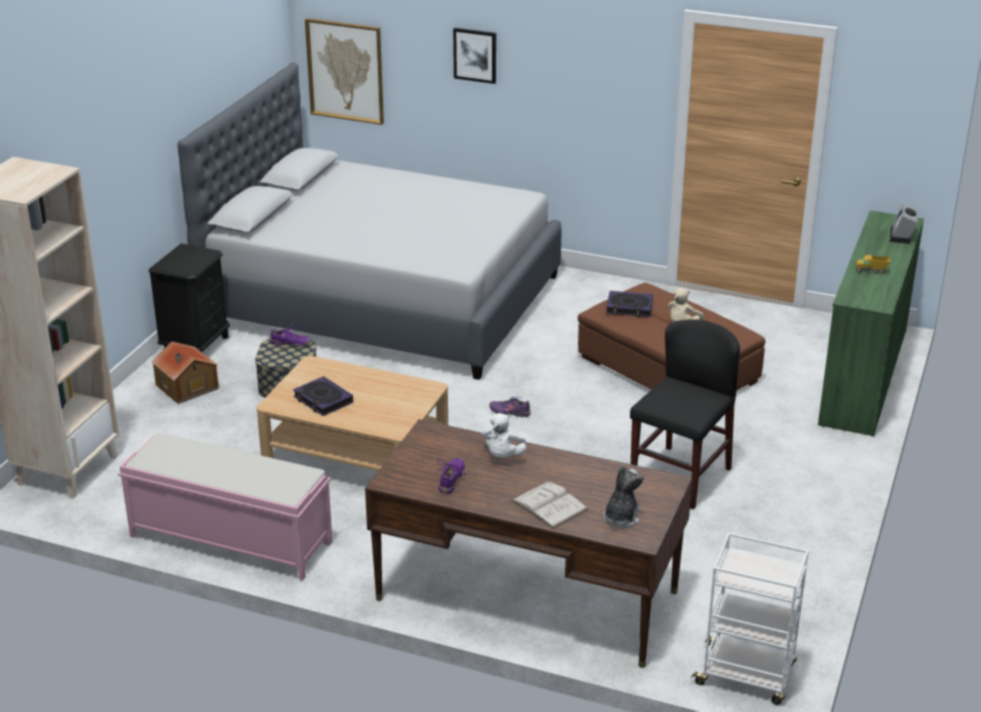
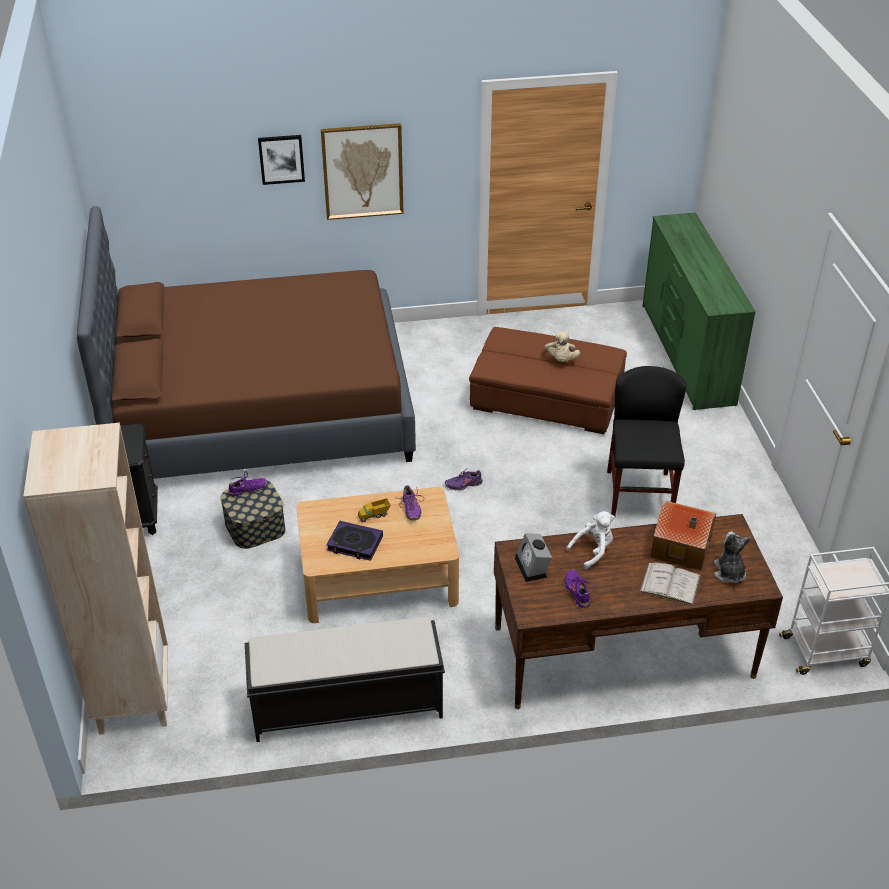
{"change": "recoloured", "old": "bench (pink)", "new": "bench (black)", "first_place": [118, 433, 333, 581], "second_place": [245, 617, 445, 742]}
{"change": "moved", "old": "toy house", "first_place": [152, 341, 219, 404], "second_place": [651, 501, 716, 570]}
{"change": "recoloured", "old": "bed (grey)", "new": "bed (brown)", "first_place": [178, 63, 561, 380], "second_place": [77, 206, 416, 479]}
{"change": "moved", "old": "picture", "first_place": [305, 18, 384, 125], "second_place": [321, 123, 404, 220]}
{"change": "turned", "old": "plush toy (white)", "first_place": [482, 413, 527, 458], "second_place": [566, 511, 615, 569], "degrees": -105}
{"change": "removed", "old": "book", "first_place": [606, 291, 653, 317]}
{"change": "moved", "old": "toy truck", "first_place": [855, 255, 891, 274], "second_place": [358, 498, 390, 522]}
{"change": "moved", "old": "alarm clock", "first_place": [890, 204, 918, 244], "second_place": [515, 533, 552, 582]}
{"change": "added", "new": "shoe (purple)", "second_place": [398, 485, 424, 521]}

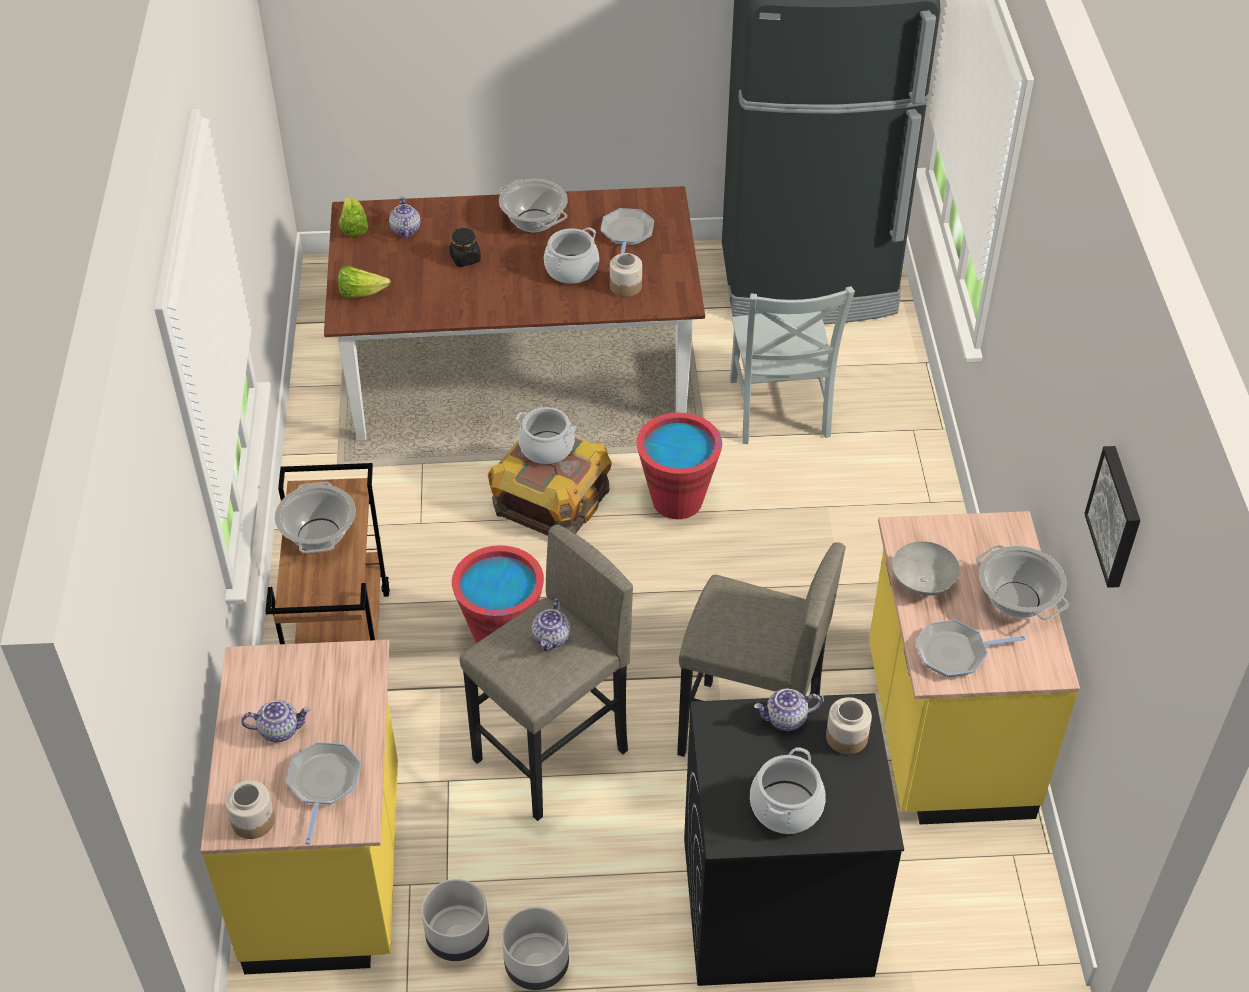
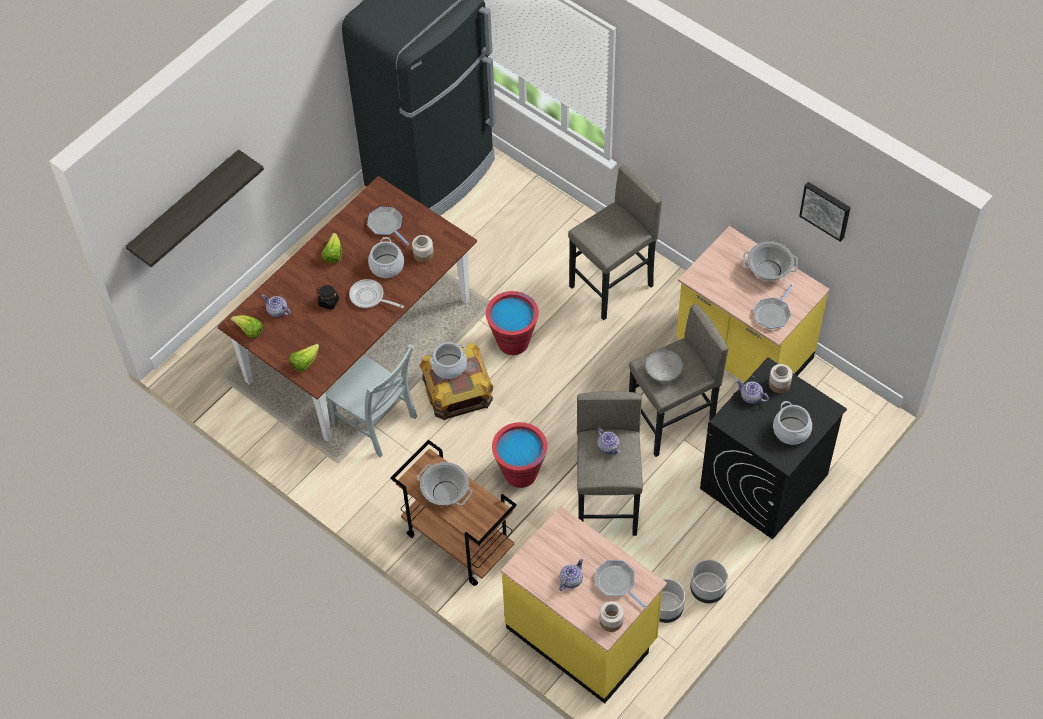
{"change": "replaced", "old": "cooking pot", "new": "lettuce", "first_place": [499, 179, 568, 233], "second_place": [321, 233, 342, 263]}
{"change": "moved", "old": "chair (grey)", "first_place": [730, 286, 855, 444], "second_place": [326, 344, 417, 457]}
{"change": "turned", "old": "teapot", "first_place": [754, 689, 821, 731], "second_place": [736, 380, 769, 404], "degrees": 90}
{"change": "moved", "old": "bowl (grey)", "first_place": [892, 541, 960, 596], "second_place": [646, 350, 683, 382]}
{"change": "added", "new": "shelf", "second_place": [126, 149, 264, 267]}
{"change": "added", "new": "frying pan", "second_place": [349, 279, 404, 308]}
{"change": "added", "new": "stool (grey)", "second_place": [568, 165, 662, 320]}

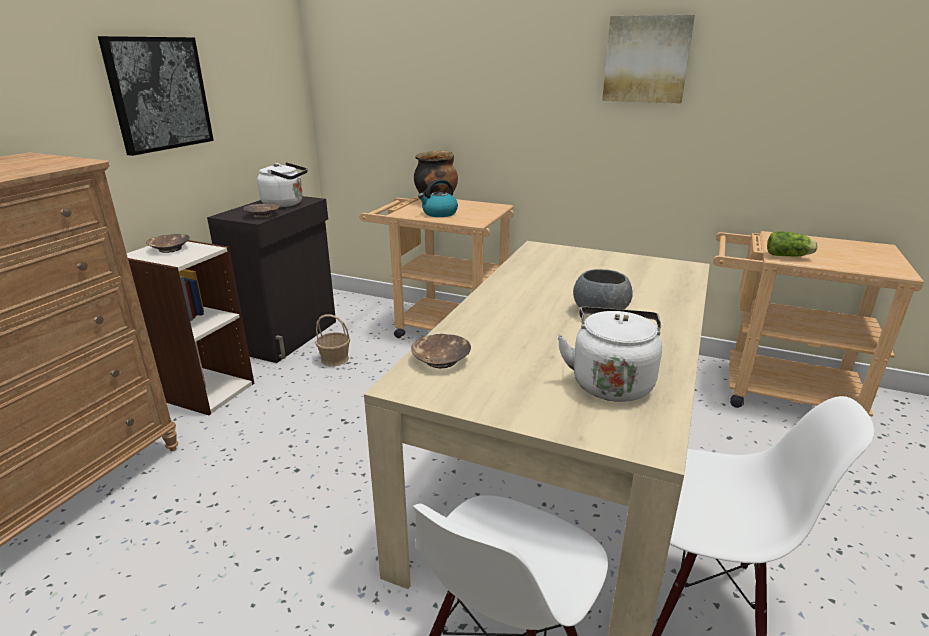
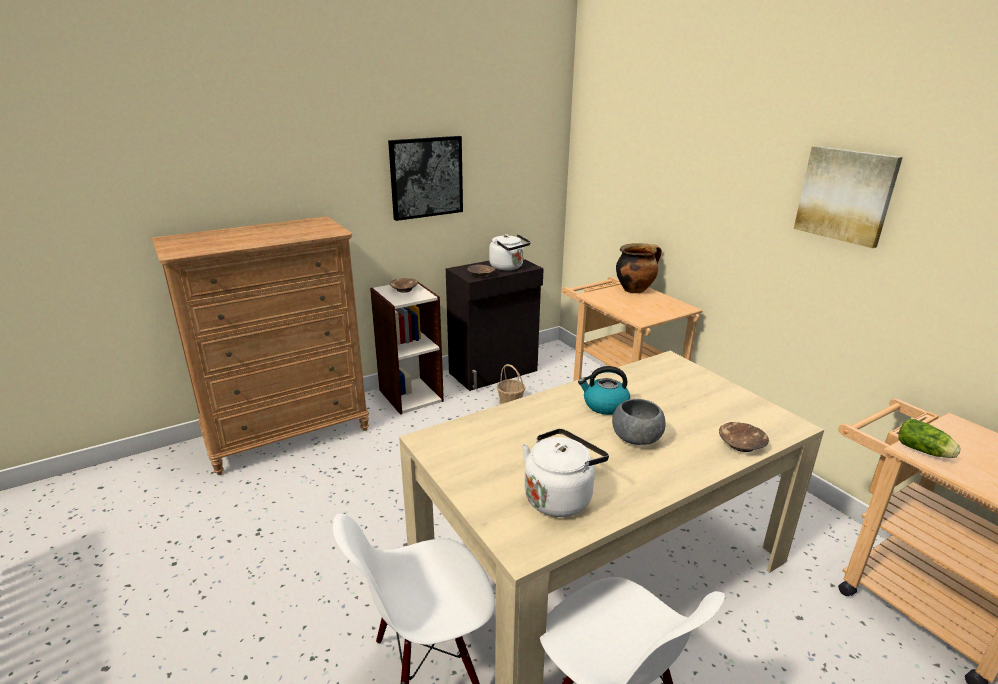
{"change": "moved", "old": "bowl (brown)", "first_place": [411, 334, 471, 368], "second_place": [719, 422, 769, 452]}
{"change": "moved", "old": "kettle", "first_place": [418, 179, 458, 217], "second_place": [578, 366, 630, 415]}

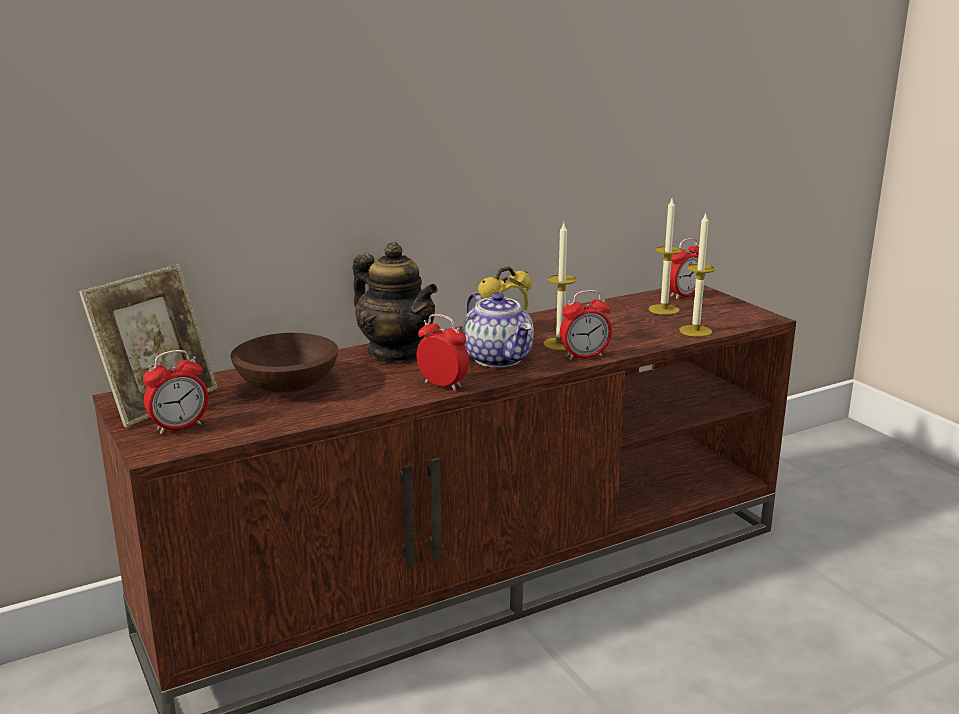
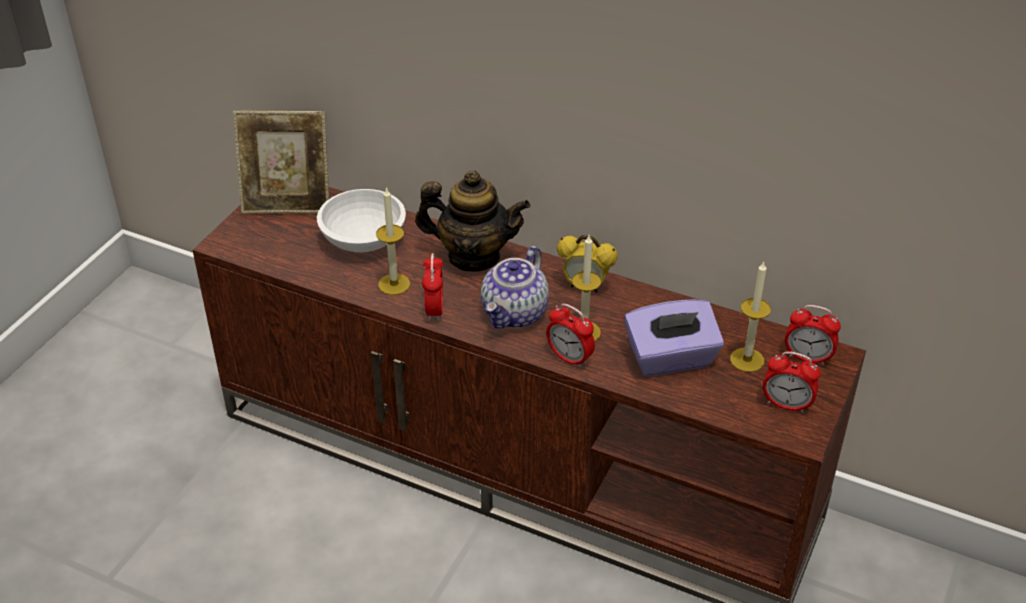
{"change": "moved", "old": "alarm clock", "first_place": [143, 350, 208, 434], "second_place": [763, 351, 820, 413]}
{"change": "recoloured", "old": "bowl (brown)", "new": "bowl (white)", "first_place": [230, 333, 338, 393], "second_place": [317, 189, 406, 252]}
{"change": "turned", "old": "teapot", "first_place": [353, 242, 438, 361], "second_place": [415, 170, 530, 272], "degrees": -90}
{"change": "moved", "old": "candle", "first_place": [679, 213, 715, 337], "second_place": [376, 187, 410, 295]}
{"change": "added", "new": "tissue box (purple)", "second_place": [624, 299, 724, 376]}

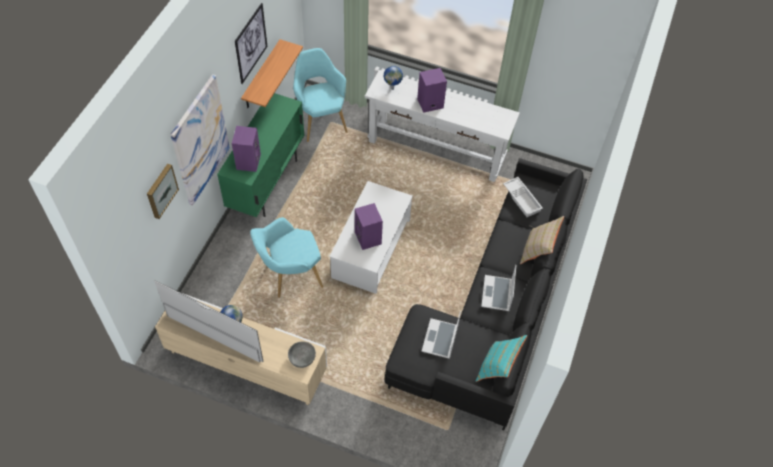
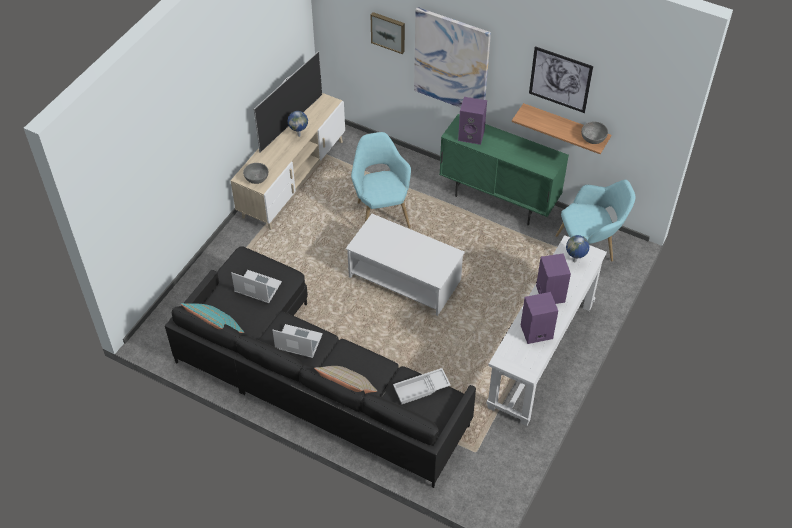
{"change": "moved", "old": "speaker (purple)", "first_place": [355, 203, 383, 250], "second_place": [521, 292, 558, 344]}
{"change": "added", "new": "bowl (grey)", "second_place": [581, 121, 608, 144]}

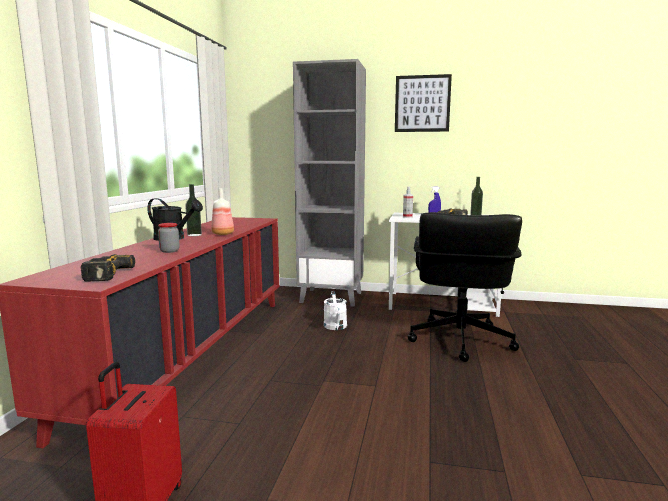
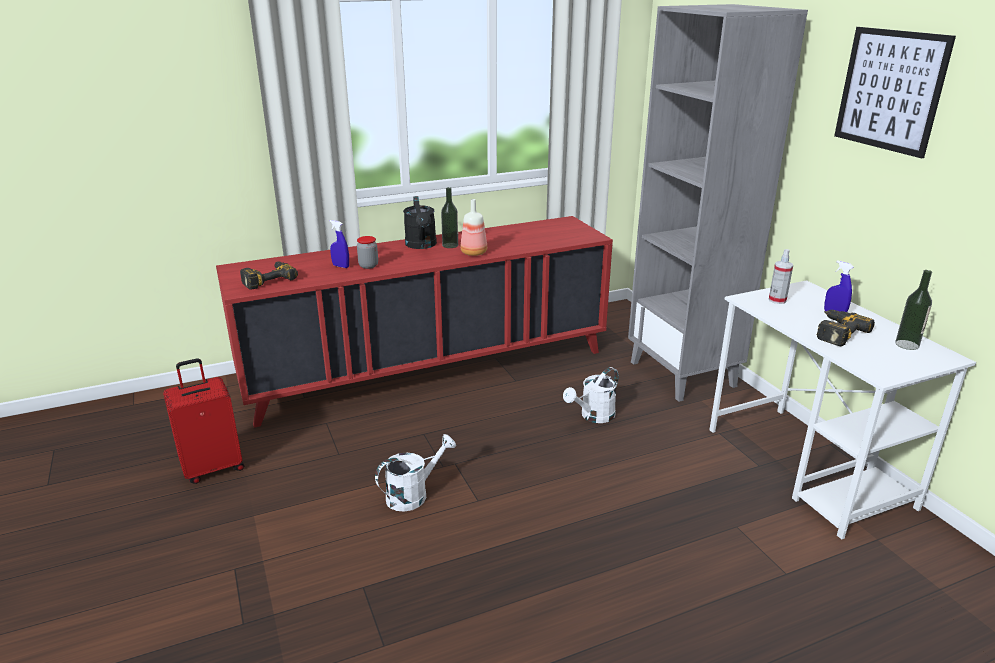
{"change": "removed", "old": "office chair (black)", "first_place": [408, 212, 522, 362]}
{"change": "added", "new": "spray bottle (blue)", "second_place": [329, 220, 349, 268]}
{"change": "added", "new": "watering can (white)", "second_place": [375, 434, 456, 512]}

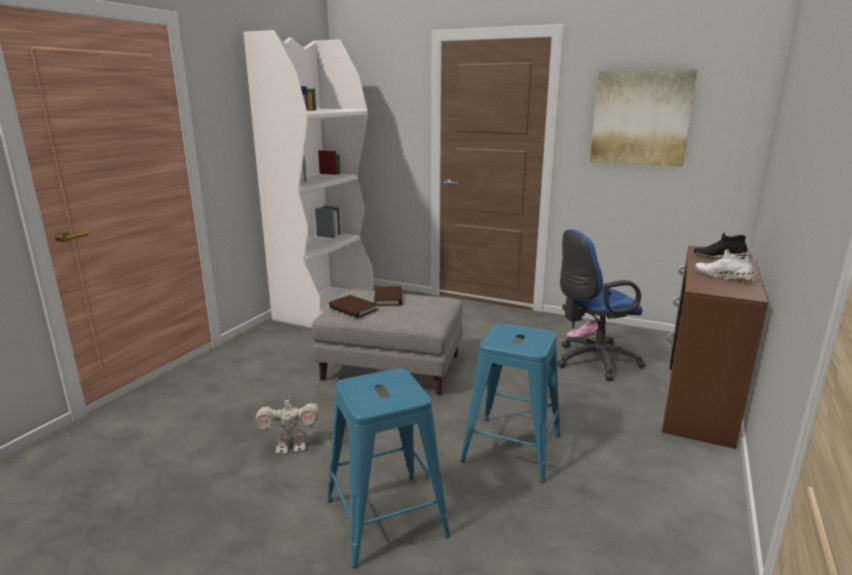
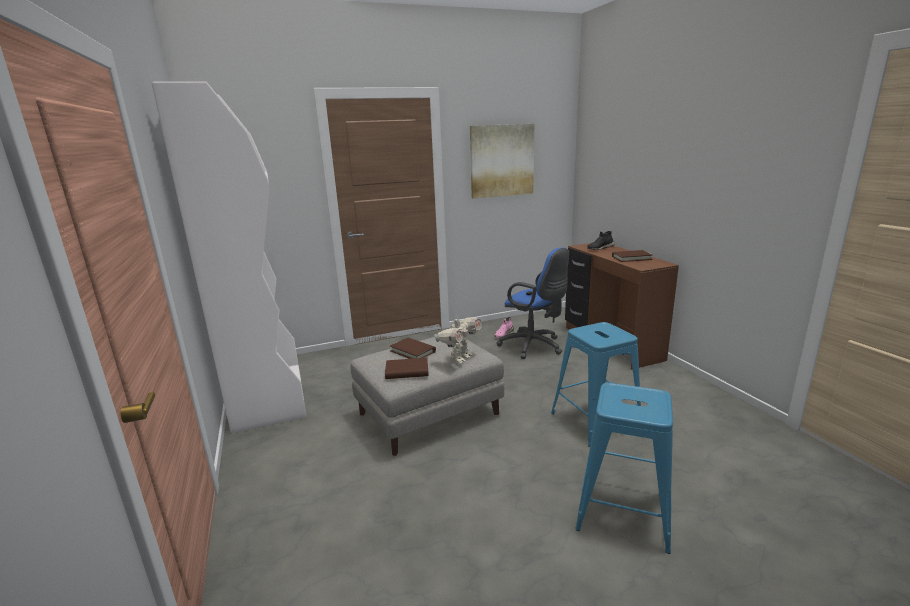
{"change": "moved", "old": "toy robot", "first_place": [255, 395, 319, 454], "second_place": [434, 314, 482, 363]}
{"change": "turned", "old": "office chair (blue)", "first_place": [557, 229, 645, 381], "second_place": [497, 247, 569, 359], "degrees": -75}
{"change": "replaced", "old": "shoe (white)", "new": "book (brown)", "first_place": [695, 249, 756, 282], "second_place": [612, 250, 652, 262]}

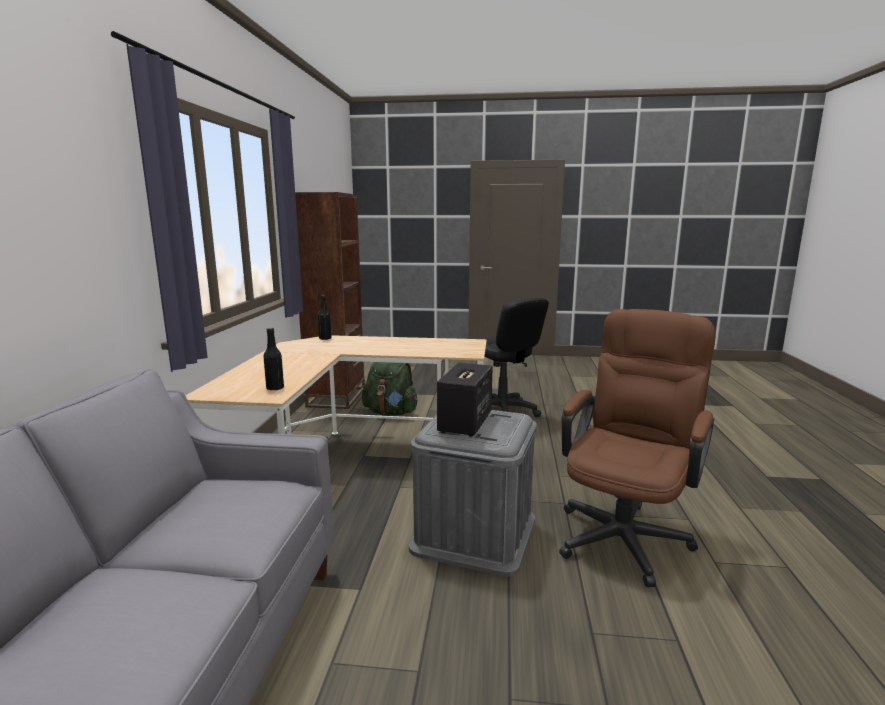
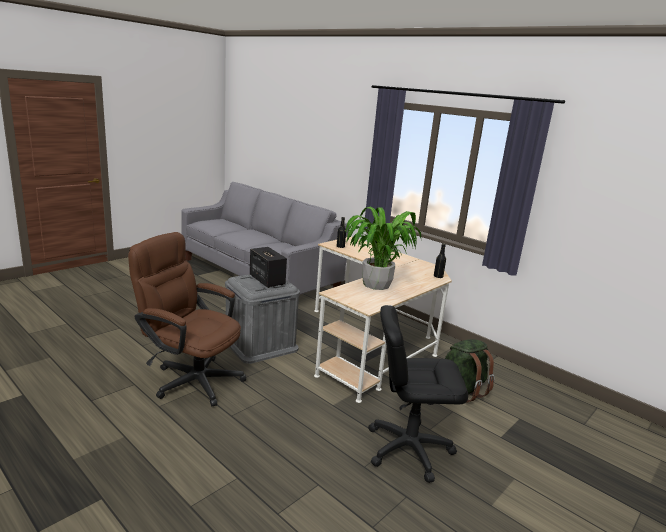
{"change": "removed", "old": "bookcase (brown)", "first_place": [295, 192, 365, 409]}
{"change": "turned", "old": "office chair (brown)", "first_place": [559, 309, 715, 587], "second_place": [128, 232, 246, 406], "degrees": 135}
{"change": "added", "new": "potted plant", "second_place": [345, 207, 422, 290]}

